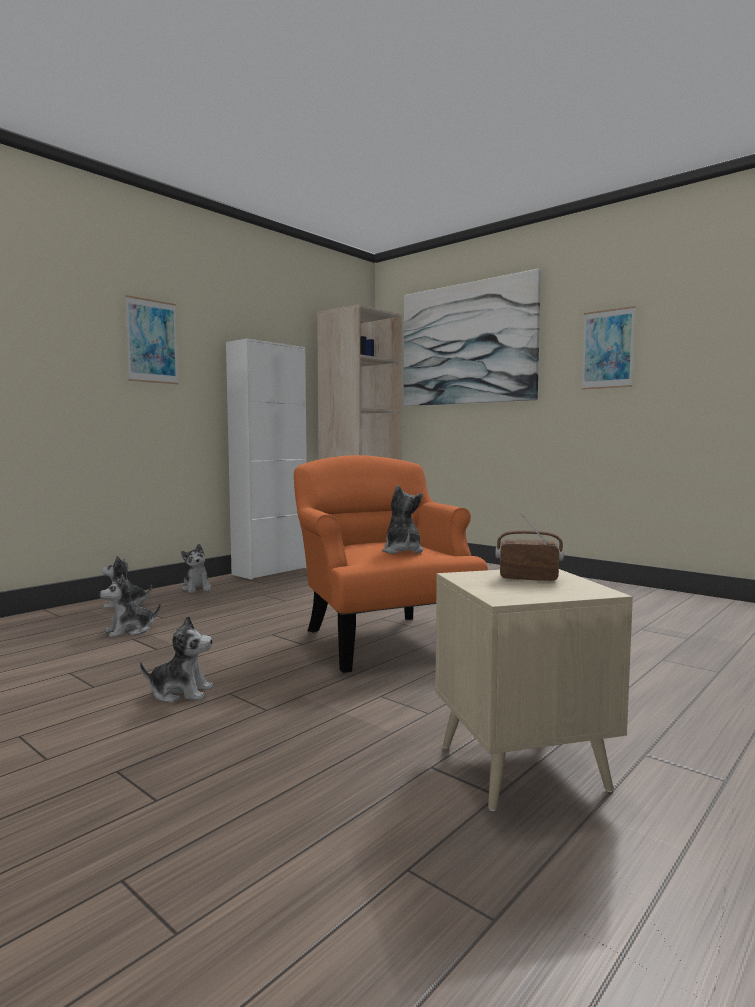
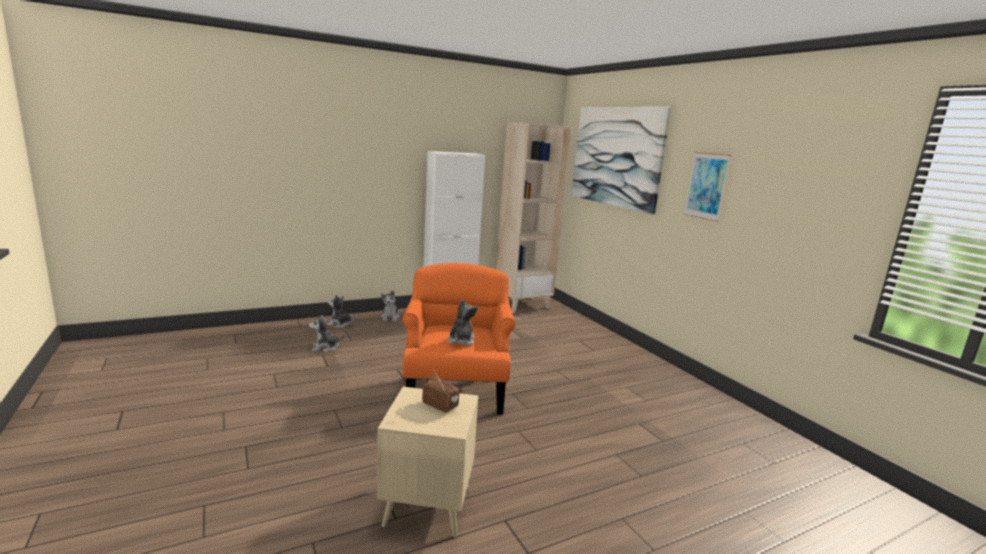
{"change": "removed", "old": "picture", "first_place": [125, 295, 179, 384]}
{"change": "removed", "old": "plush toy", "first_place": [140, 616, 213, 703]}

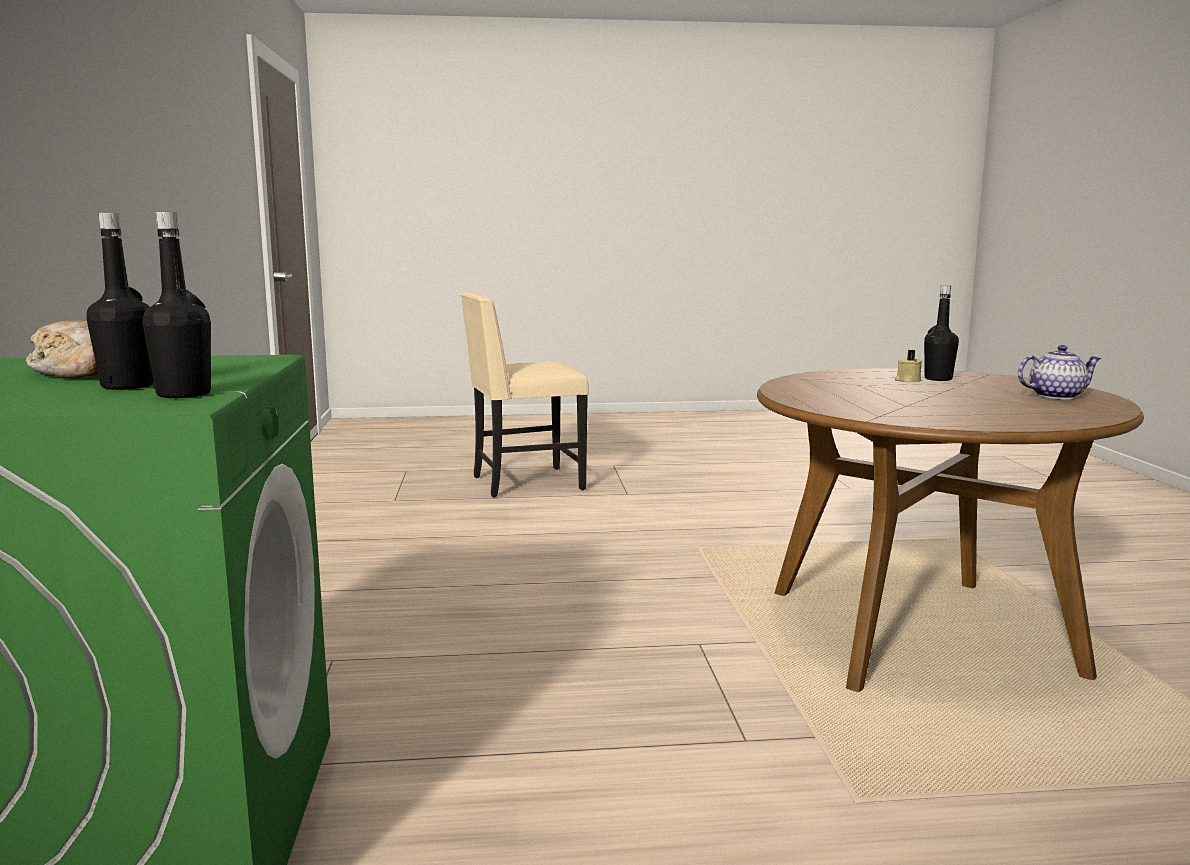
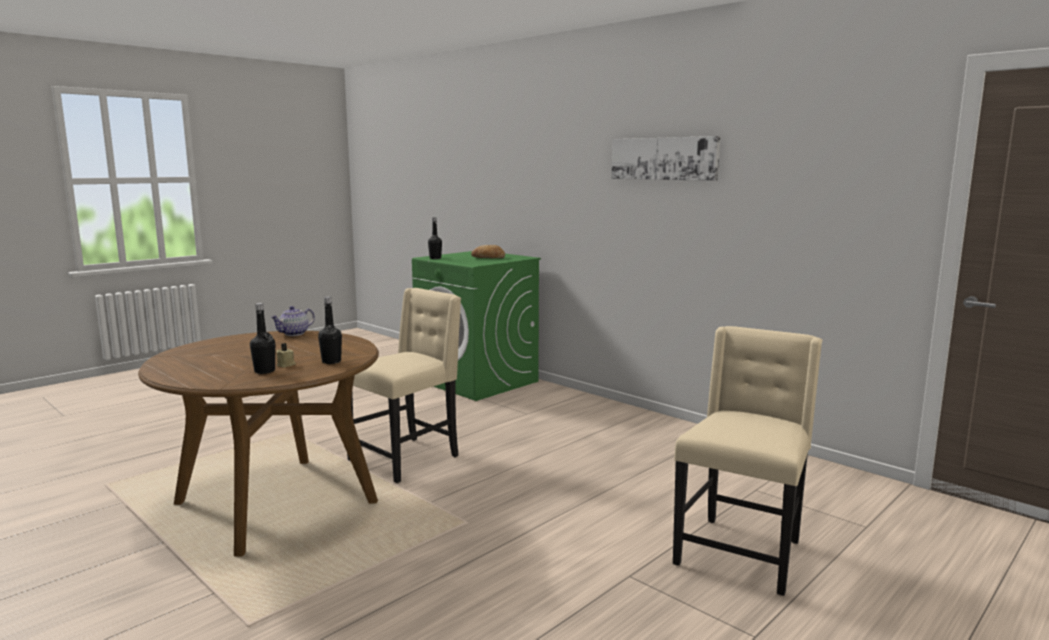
{"change": "moved", "old": "bottle (black)", "first_place": [87, 213, 154, 390], "second_place": [318, 297, 342, 364]}
{"change": "moved", "old": "teapot", "first_place": [1018, 345, 1102, 400], "second_place": [270, 306, 315, 336]}
{"change": "added", "new": "chair (beige)", "second_place": [347, 288, 461, 483]}
{"change": "added", "new": "picture", "second_place": [612, 136, 720, 181]}

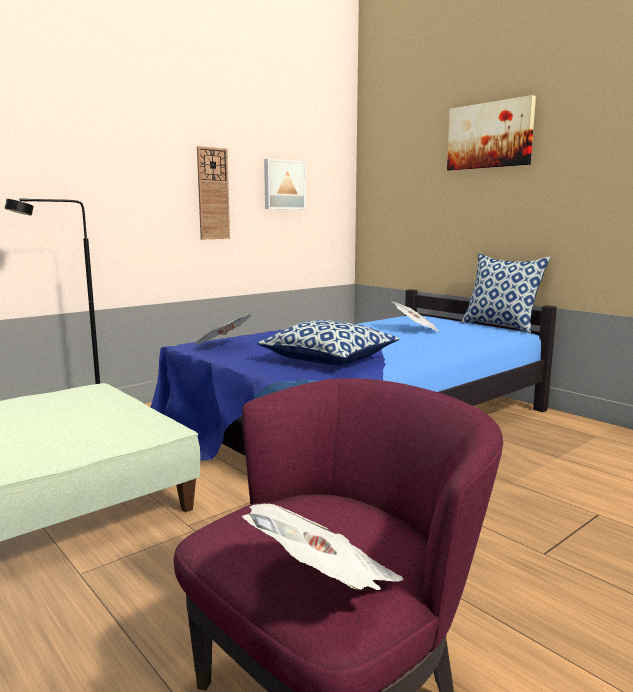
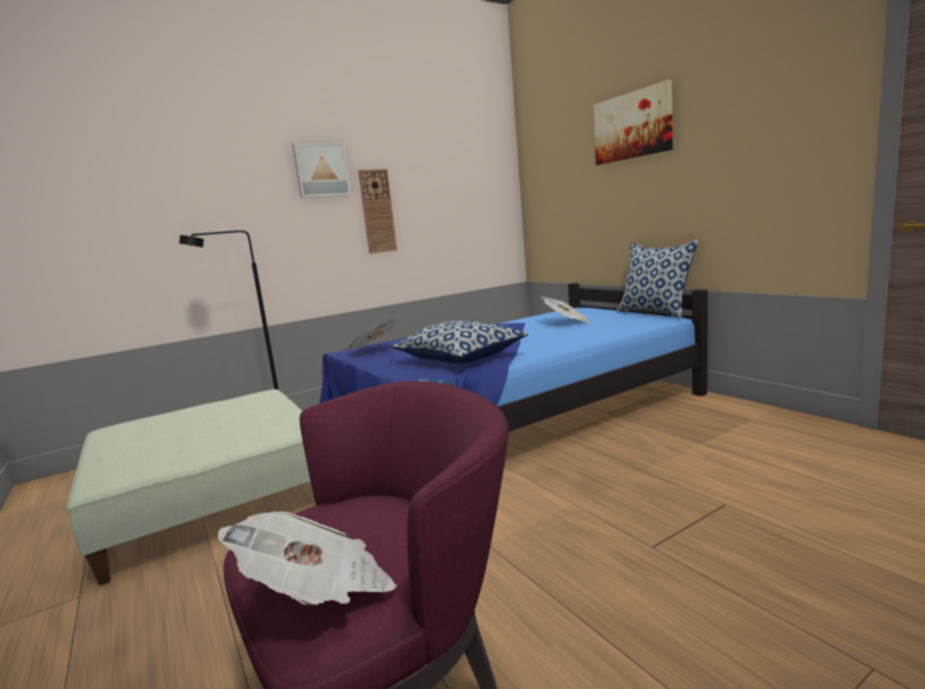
{"change": "moved", "old": "picture", "first_place": [264, 159, 306, 209], "second_place": [292, 143, 351, 198]}

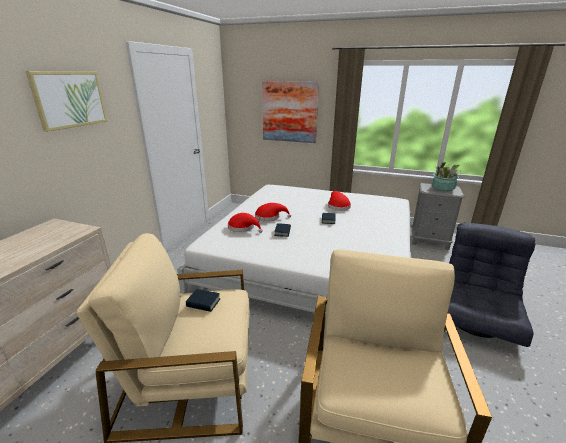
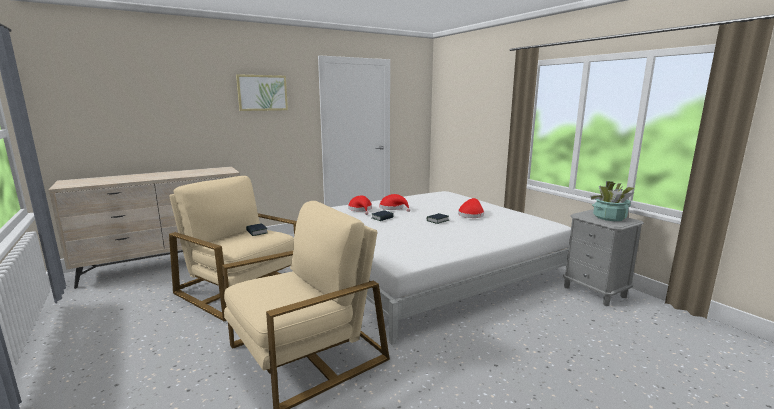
{"change": "removed", "old": "picture", "first_place": [262, 81, 319, 143]}
{"change": "removed", "old": "armchair (grey)", "first_place": [448, 223, 535, 347]}

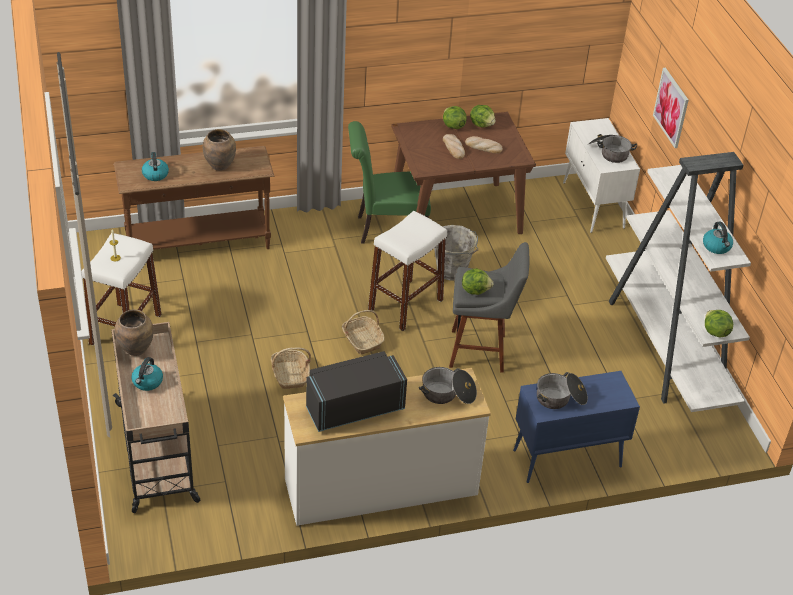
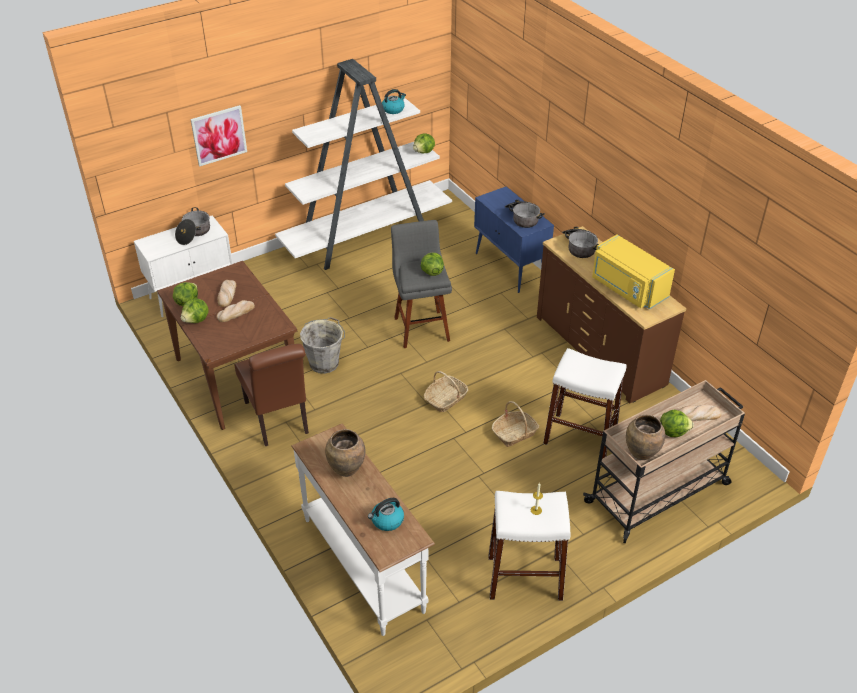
{"change": "recoloured", "old": "console table (brown)", "new": "console table (white)", "first_place": [114, 146, 274, 250], "second_place": [291, 423, 435, 636]}
{"change": "replaced", "old": "kettle", "new": "lettuce", "first_place": [131, 357, 163, 391], "second_place": [660, 409, 694, 437]}
{"change": "recoloured", "old": "dresser (white)", "new": "dresser (brown)", "first_place": [283, 368, 491, 526], "second_place": [537, 226, 686, 403]}
{"change": "recoloured", "old": "microwave (black)", "new": "microwave (yellow)", "first_place": [306, 351, 407, 432], "second_place": [592, 235, 675, 309]}
{"change": "recoloured", "old": "chair (green)", "new": "chair (brown)", "first_place": [348, 121, 431, 244], "second_place": [234, 344, 309, 446]}
{"change": "moved", "old": "stool (white)", "first_place": [368, 211, 447, 331], "second_place": [543, 348, 626, 459]}
{"change": "added", "new": "bread", "second_place": [678, 405, 721, 421]}

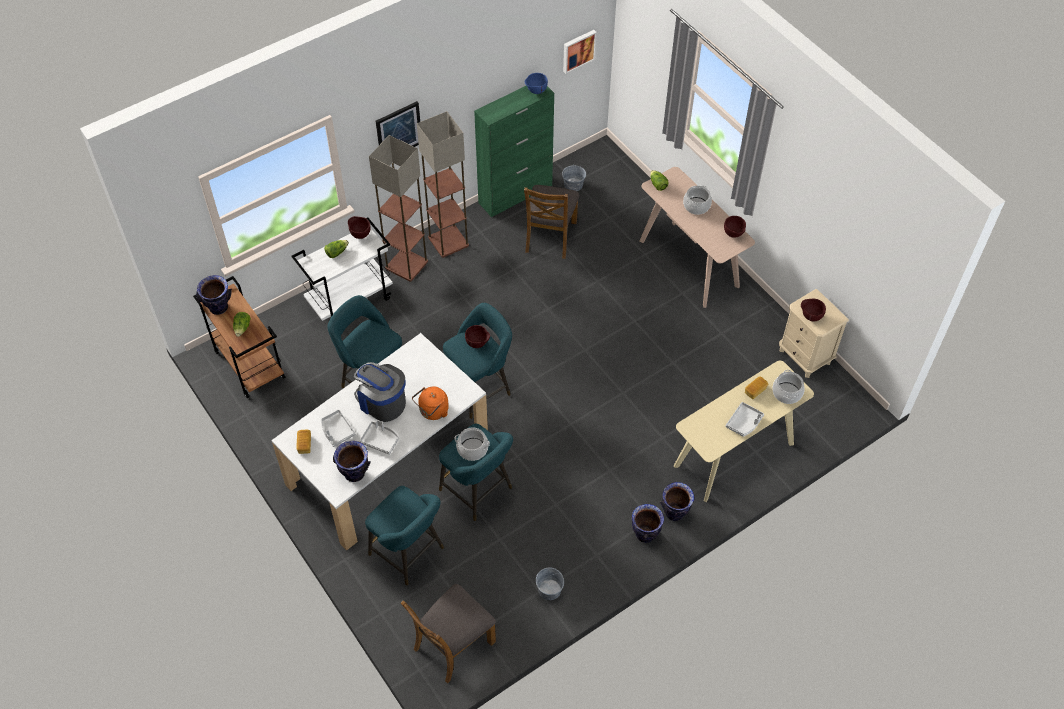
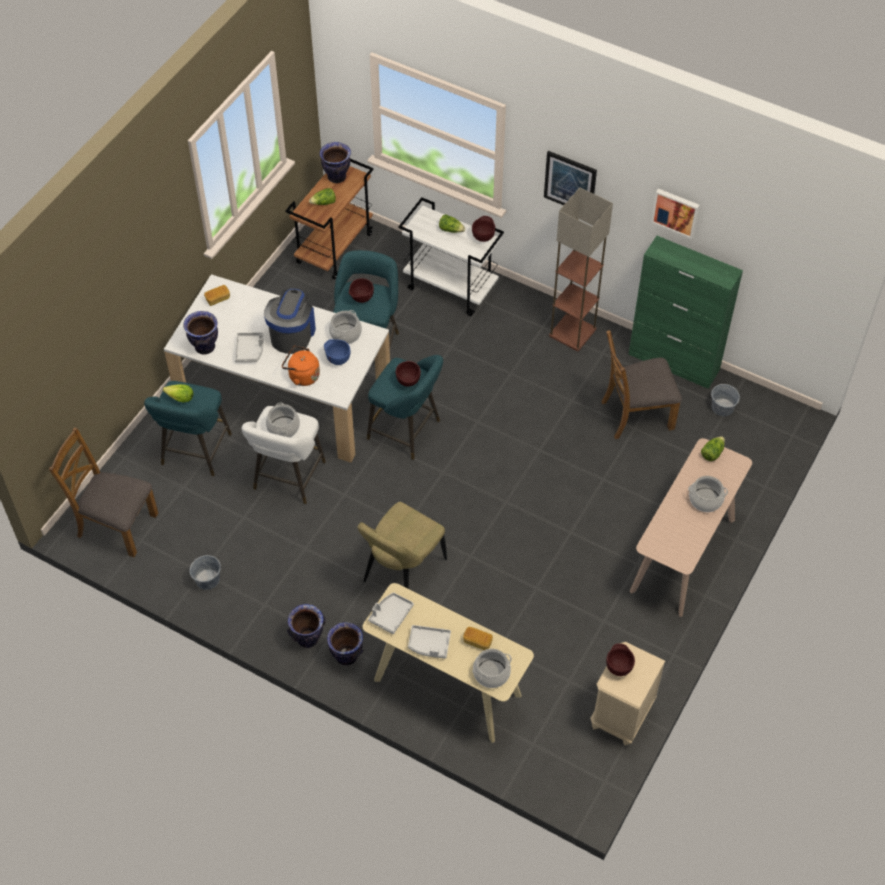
{"change": "moved", "old": "tray (grey)", "first_place": [321, 409, 356, 447], "second_place": [368, 593, 414, 634]}
{"change": "removed", "old": "floor lamp", "first_place": [369, 135, 428, 282]}
{"change": "recoloured", "old": "stool (turquoise)", "new": "stool (white)", "first_place": [439, 424, 513, 521], "second_place": [242, 406, 326, 504]}
{"change": "moved", "old": "bowl (blue)", "first_place": [525, 73, 548, 94], "second_place": [324, 339, 351, 365]}
{"change": "moved", "old": "picture", "first_place": [563, 30, 597, 74], "second_place": [651, 189, 700, 239]}
{"change": "moved", "old": "bowl (brown)", "first_place": [724, 216, 746, 238], "second_place": [349, 278, 374, 303]}
{"change": "added", "new": "lettuce", "second_place": [163, 384, 194, 403]}
{"change": "added", "new": "cooking pot", "second_place": [329, 310, 362, 344]}
{"change": "added", "new": "chair (beige)", "second_place": [357, 502, 447, 589]}

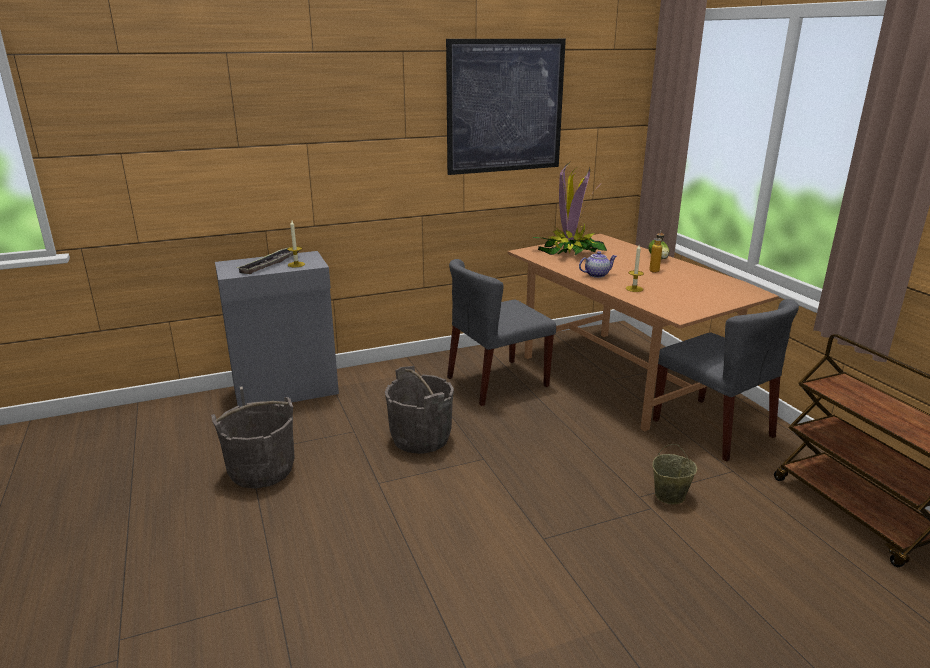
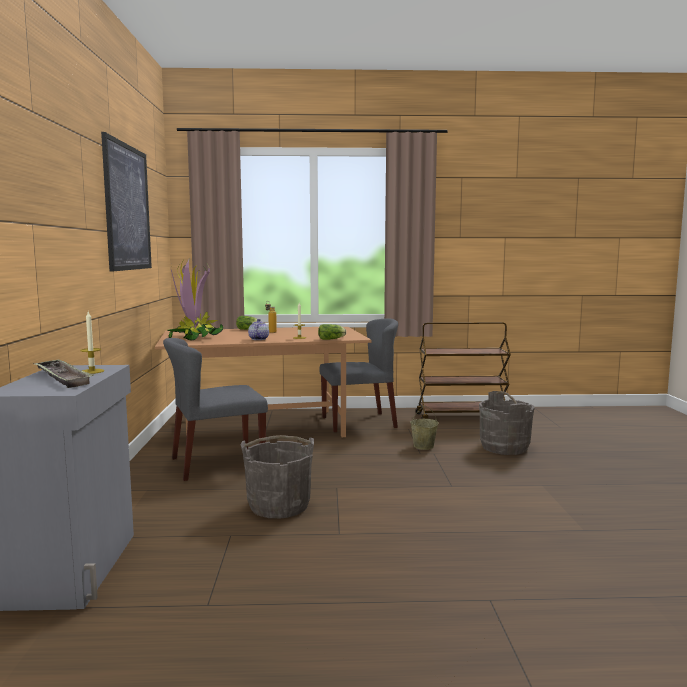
{"change": "moved", "old": "bucket (grey)", "first_place": [211, 397, 295, 488], "second_place": [479, 391, 535, 455]}
{"change": "turned", "old": "chair (grey)", "first_place": [447, 259, 556, 406], "second_place": [163, 338, 268, 481], "degrees": 75}
{"change": "added", "new": "lettuce", "second_place": [318, 324, 346, 340]}

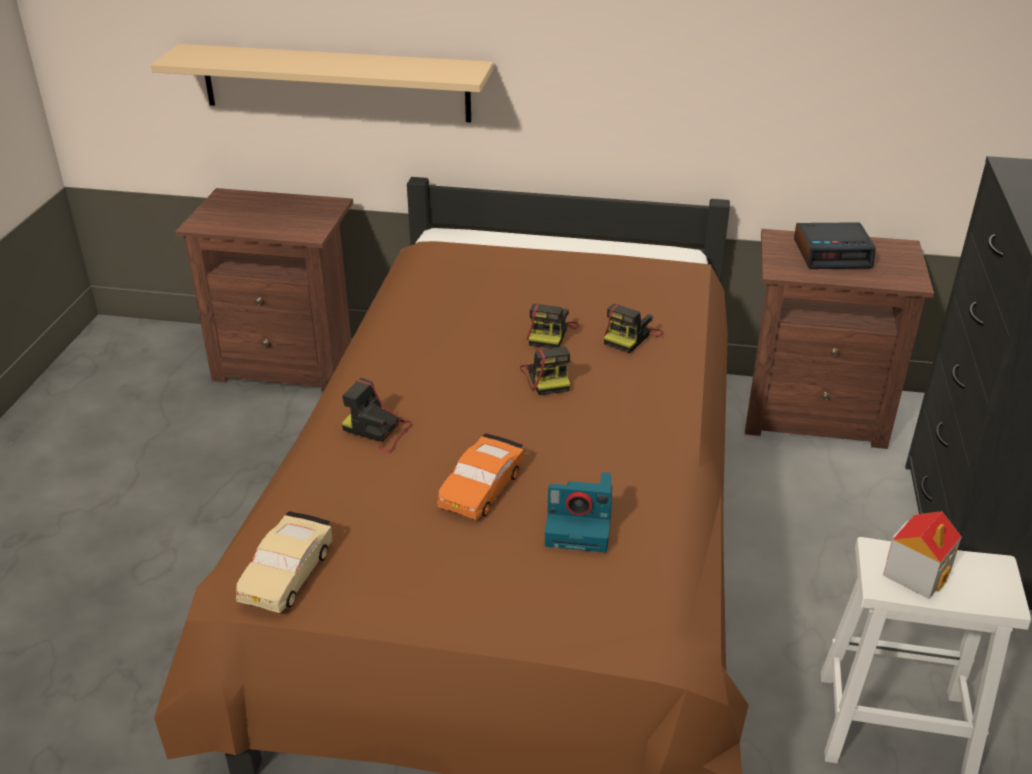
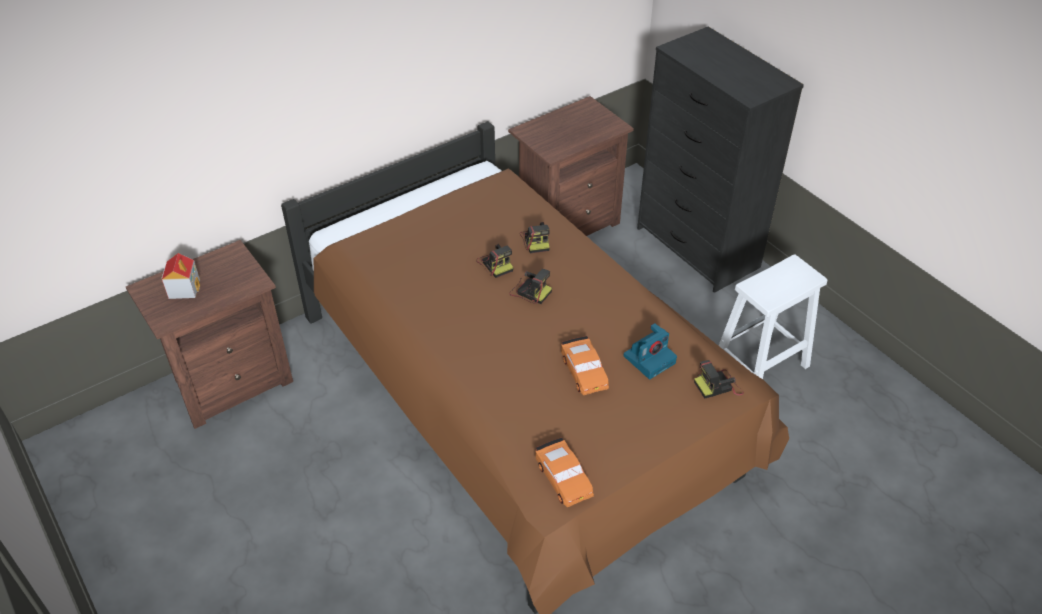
{"change": "removed", "old": "shelf (beige)", "first_place": [151, 44, 493, 122]}
{"change": "recoloured", "old": "toy car (beige)", "new": "toy car (orange)", "first_place": [236, 511, 332, 613], "second_place": [536, 438, 594, 507]}
{"change": "moved", "old": "photo camera", "first_place": [342, 378, 412, 453], "second_place": [694, 360, 744, 399]}
{"change": "removed", "old": "alarm clock", "first_place": [794, 222, 876, 269]}
{"change": "moved", "old": "toy house", "first_place": [883, 511, 962, 599], "second_place": [162, 253, 200, 299]}

